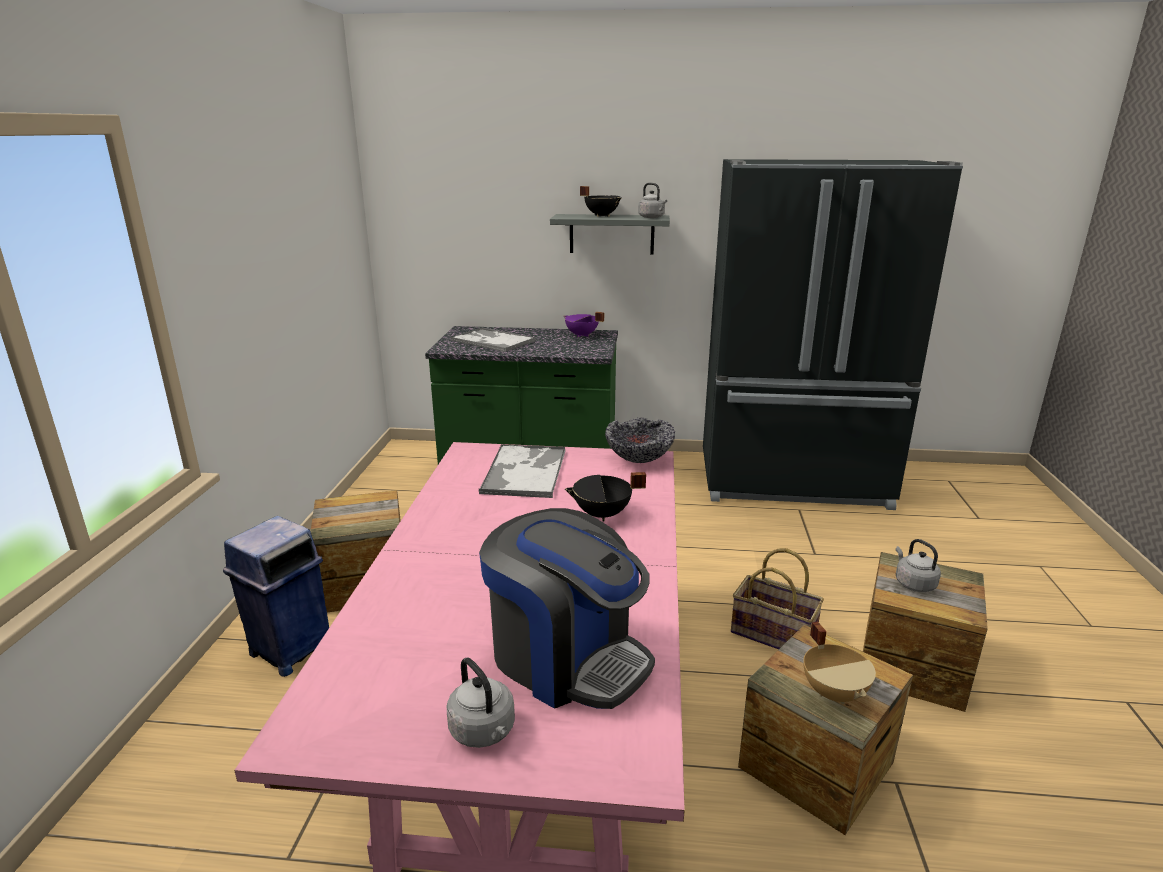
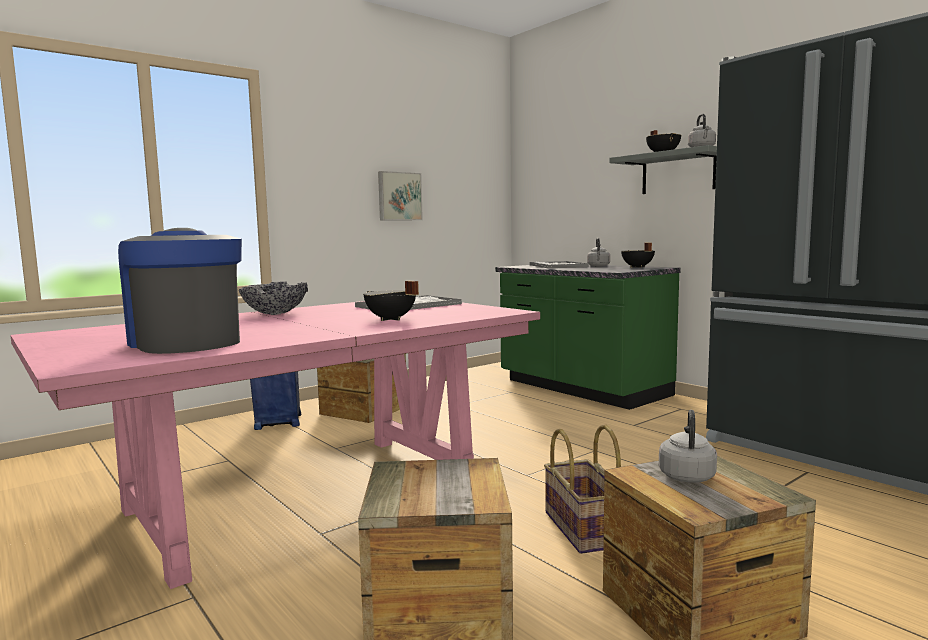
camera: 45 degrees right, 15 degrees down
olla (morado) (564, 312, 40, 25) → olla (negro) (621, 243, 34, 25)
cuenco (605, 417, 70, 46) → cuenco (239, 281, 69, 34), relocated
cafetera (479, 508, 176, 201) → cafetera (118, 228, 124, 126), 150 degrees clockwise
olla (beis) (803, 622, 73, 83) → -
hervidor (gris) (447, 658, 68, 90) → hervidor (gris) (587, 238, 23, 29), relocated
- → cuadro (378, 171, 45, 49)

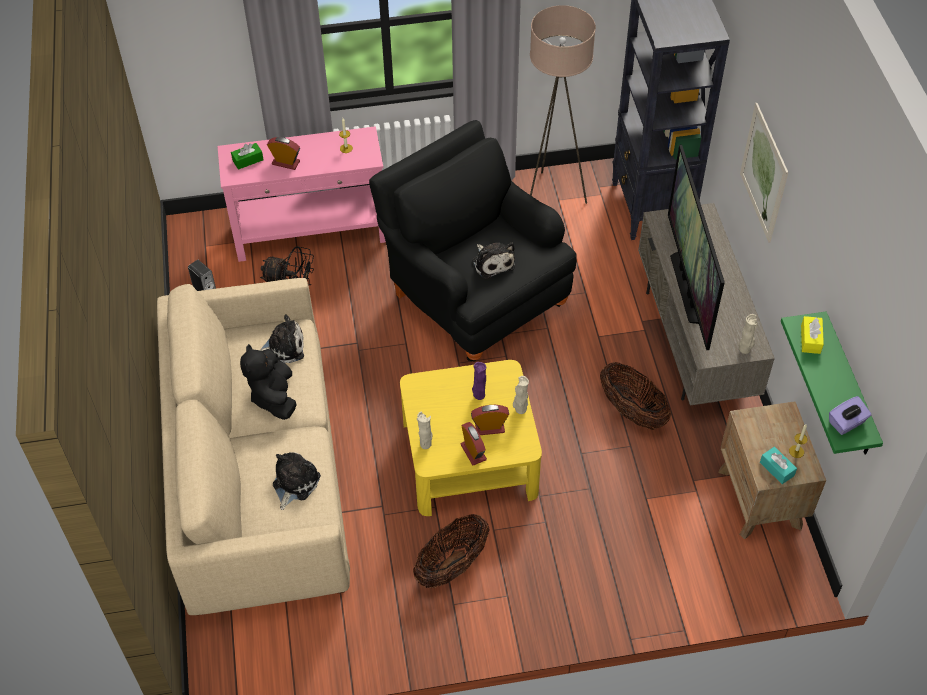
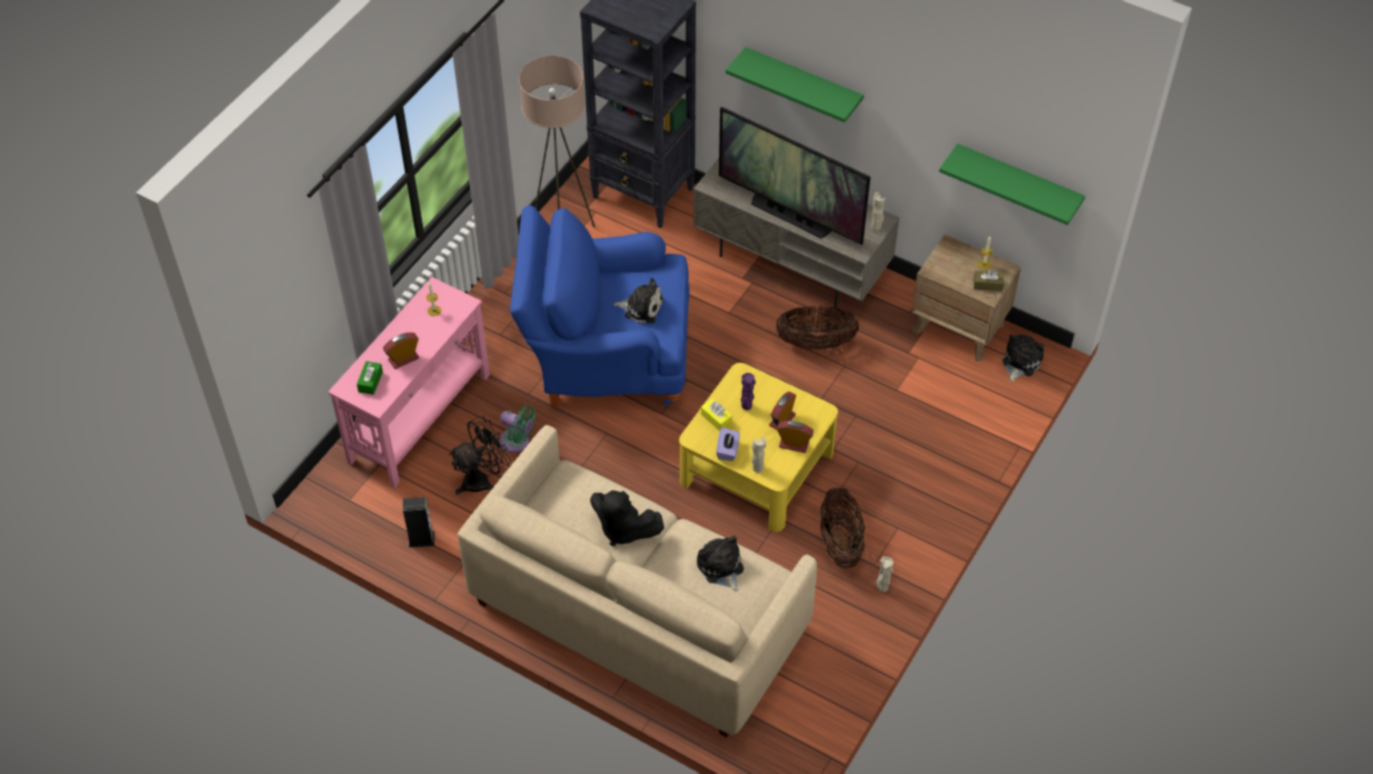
camera: 50 degrees left, 0 degrees up
cuadro (740, 103, 48, 140) → estante (verde) (726, 47, 138, 76)
sillón (negro) (369, 120, 208, 242) → sillón (azul) (510, 205, 179, 202)
peluche (260, 315, 44, 48) → peluche (1002, 335, 42, 47), relocated
caja de pañuelos (amarillo) (801, 316, 23, 38) → caja de pañuelos (amarillo) (701, 399, 31, 32), relocated
florero (beis) (513, 376, 16, 38) → florero (beis) (876, 556, 17, 36), relocated
caja de pañuelos (morado) (829, 396, 43, 39) → caja de pañuelos (morado) (716, 427, 24, 34), relocated
caja de pañuelos (turquesa) (760, 447, 37, 37) → caja de pañuelos (marrón) (974, 270, 30, 21)
- → ventilador (verde) (500, 405, 36, 48)

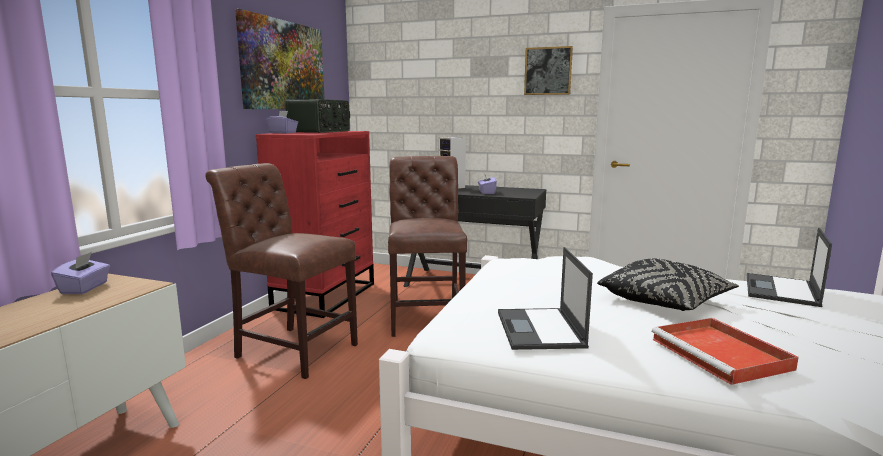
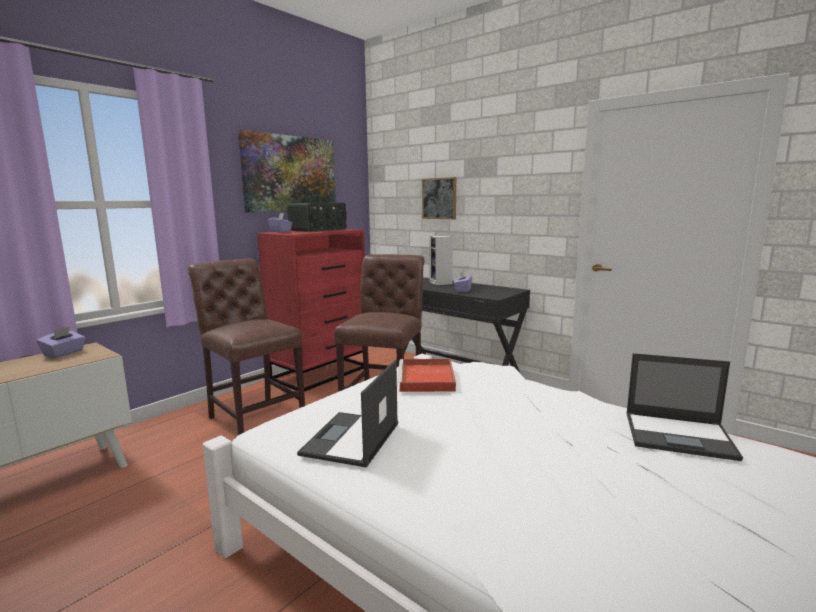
camera: 20 degrees right, 0 degrees up
cuadro (524, 46, 49, 49) → cuadro (422, 177, 34, 42), relocated
portátil (747, 228, 85, 79) → portátil (626, 353, 117, 108), 120 degrees counterclockwise
cojín (negro) (597, 259, 142, 52) → -
bandeja (rojo) (652, 318, 147, 67) → bandeja (rojo) (397, 359, 59, 33), relocated

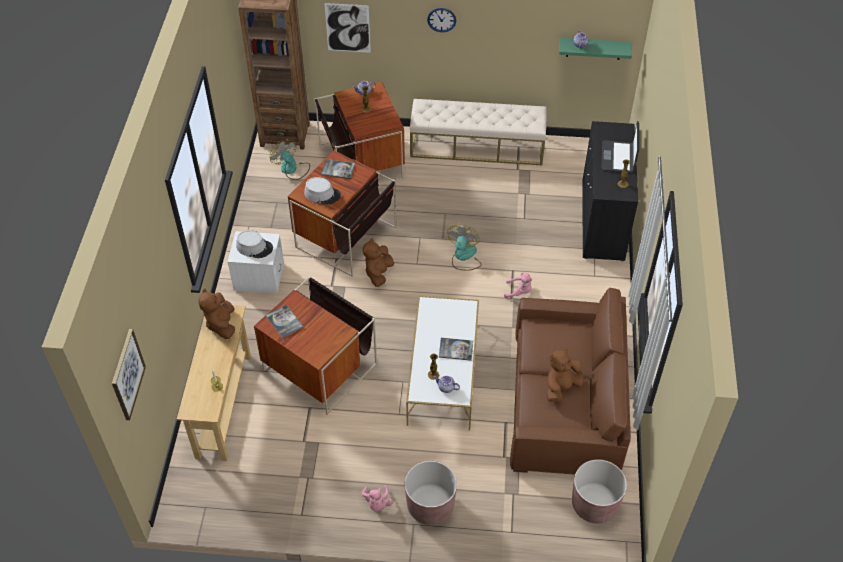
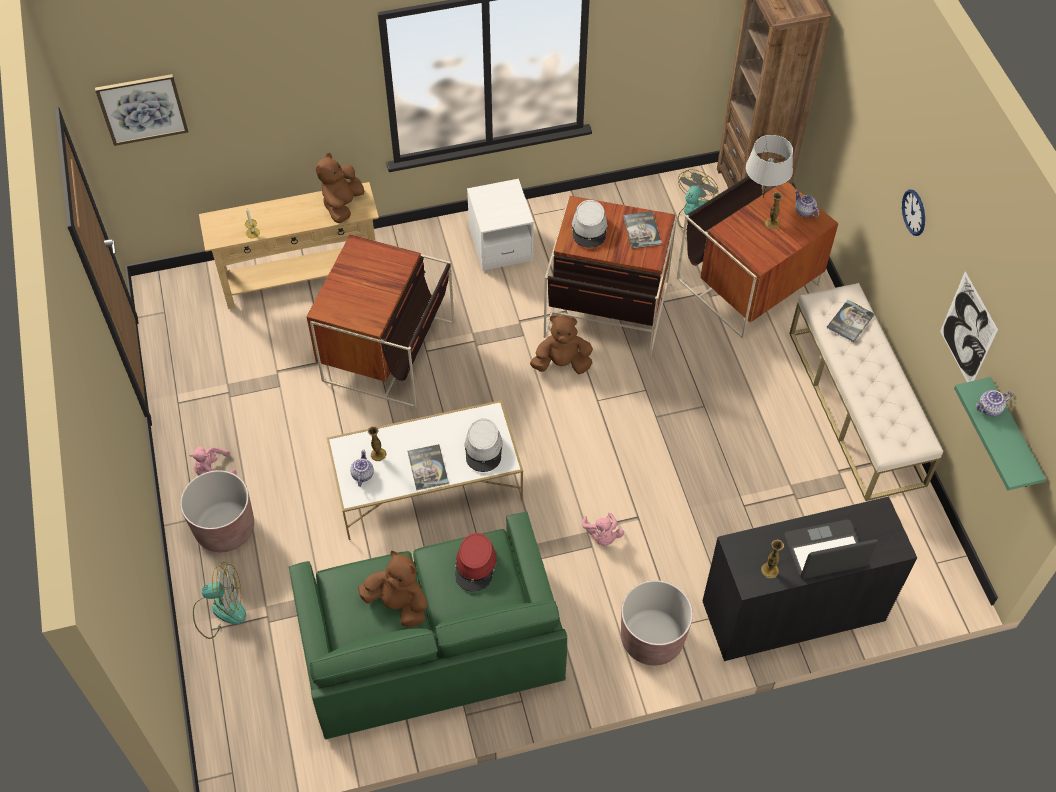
camera: 70 degrees right, 5 degrees up
cuadro (324, 3, 47, 50) → cuadro (940, 271, 58, 111), relocated
ventilador (447, 225, 35, 46) → ventilador (193, 562, 53, 77), relocated
sombrero (gris) (236, 230, 37, 28) → sombrero (gris) (464, 418, 39, 54), relocated
sofá (marrón) (510, 287, 121, 188) → sofá (verde) (289, 511, 278, 229)
peluche (marrón) (198, 289, 37, 50) → peluche (marrón) (316, 153, 48, 70), 45 degrees counterclockwise
libro (266, 305, 37, 33) → libro (827, 300, 48, 42), relocated
maceta (marrón) (572, 459, 55, 64) → maceta (marrón) (621, 580, 72, 86), relocated
- → lámpara de mesa (gris) (746, 135, 47, 63)
- → sombrero (rojo) (455, 533, 42, 59)

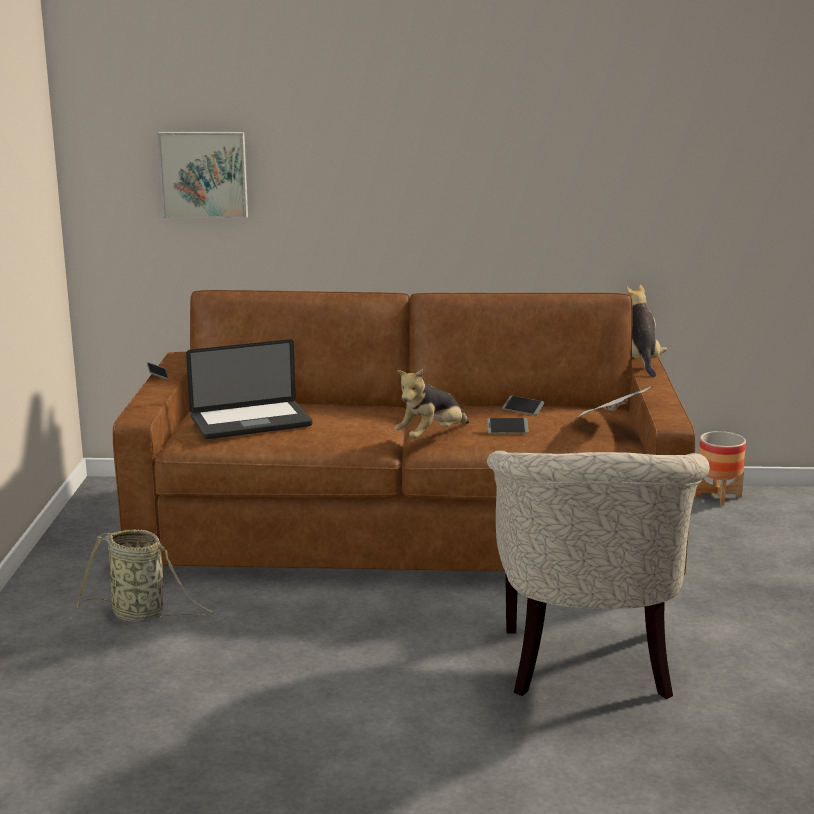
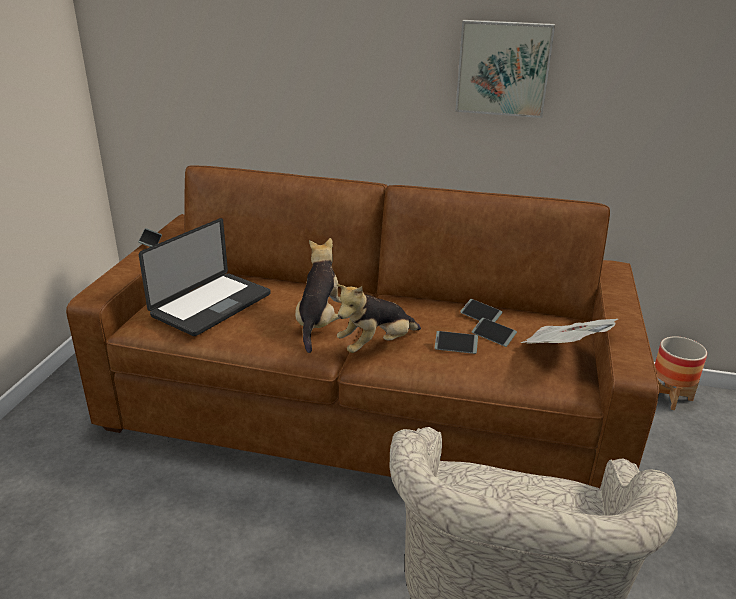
camera: 10 degrees right, 10 degrees up
cuadro (157, 132, 91, 86) → cuadro (455, 20, 100, 98), relocated
peluche (626, 285, 41, 92) → peluche (295, 238, 46, 115), relocated
portátil (186, 339, 127, 100) → portátil (139, 218, 131, 118), 45 degrees counterclockwise
cesta (76, 530, 139, 92) → -
- → móvil (472, 318, 45, 29)

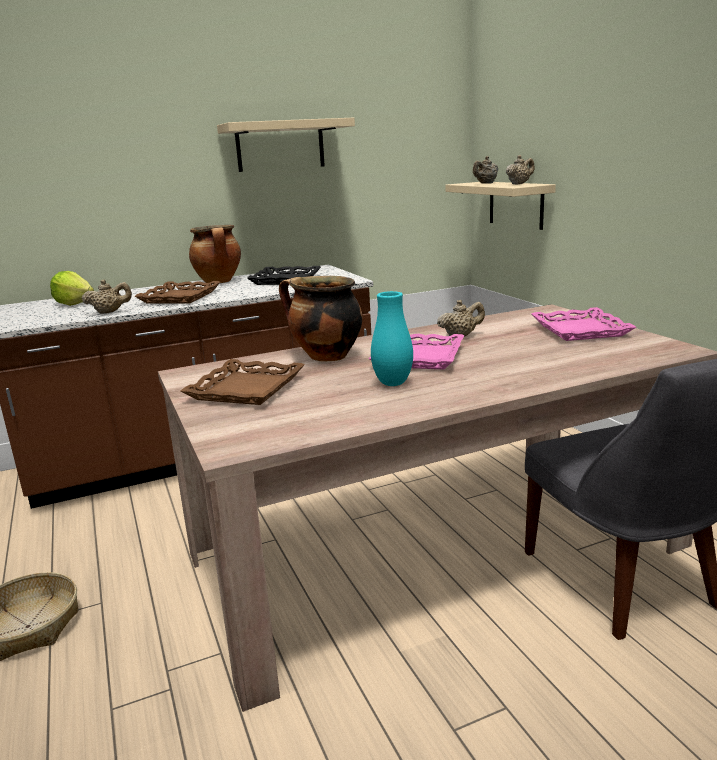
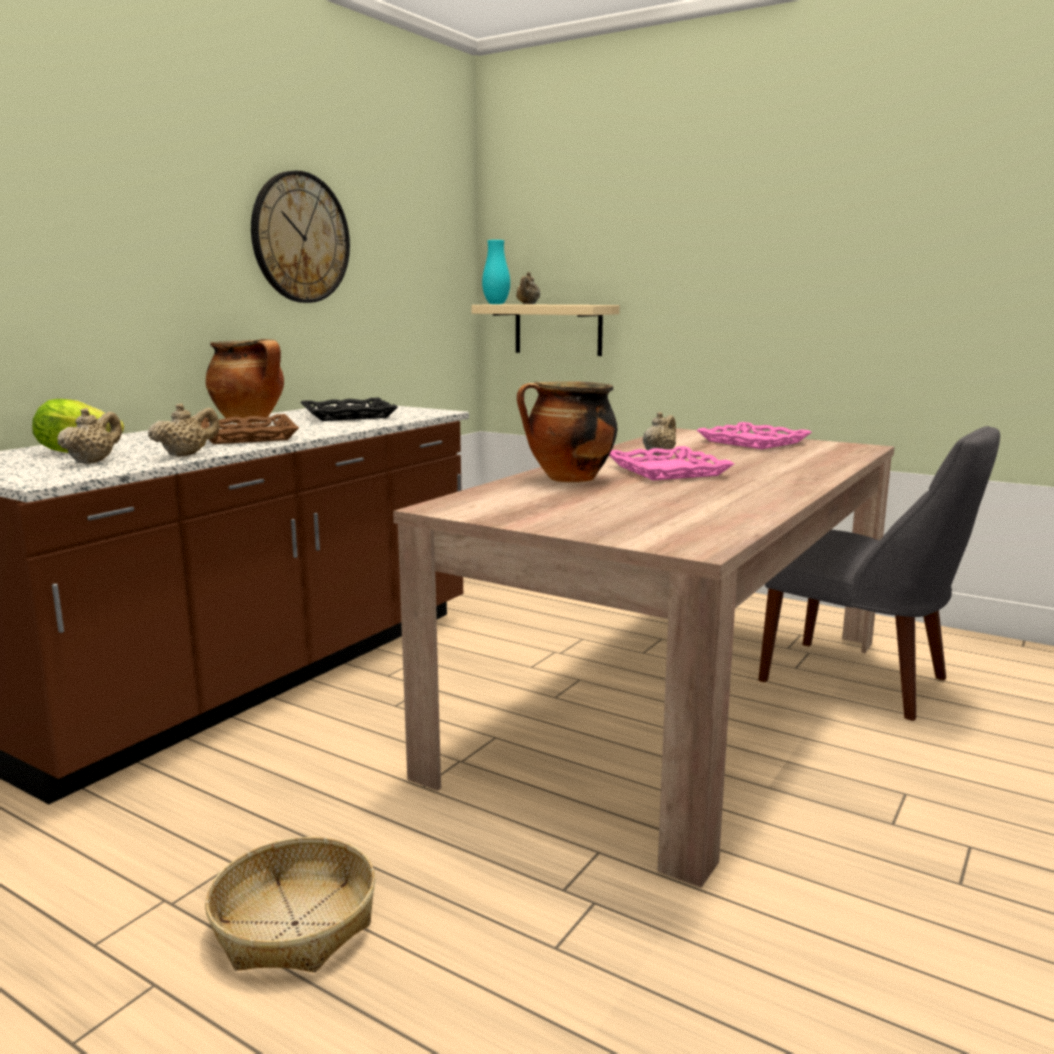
camera: 35 degrees left, 5 degrees down
estante (beis) (217, 118, 138, 54) → reloj de pared (251, 170, 99, 133)
tetera (beis) (506, 155, 29, 29) → tetera (beis) (58, 408, 64, 56), relocated
florero (turquesa) (371, 291, 42, 95) → florero (turquesa) (482, 240, 28, 64), relocated
bandeja (marrón) (181, 359, 124, 46) → -

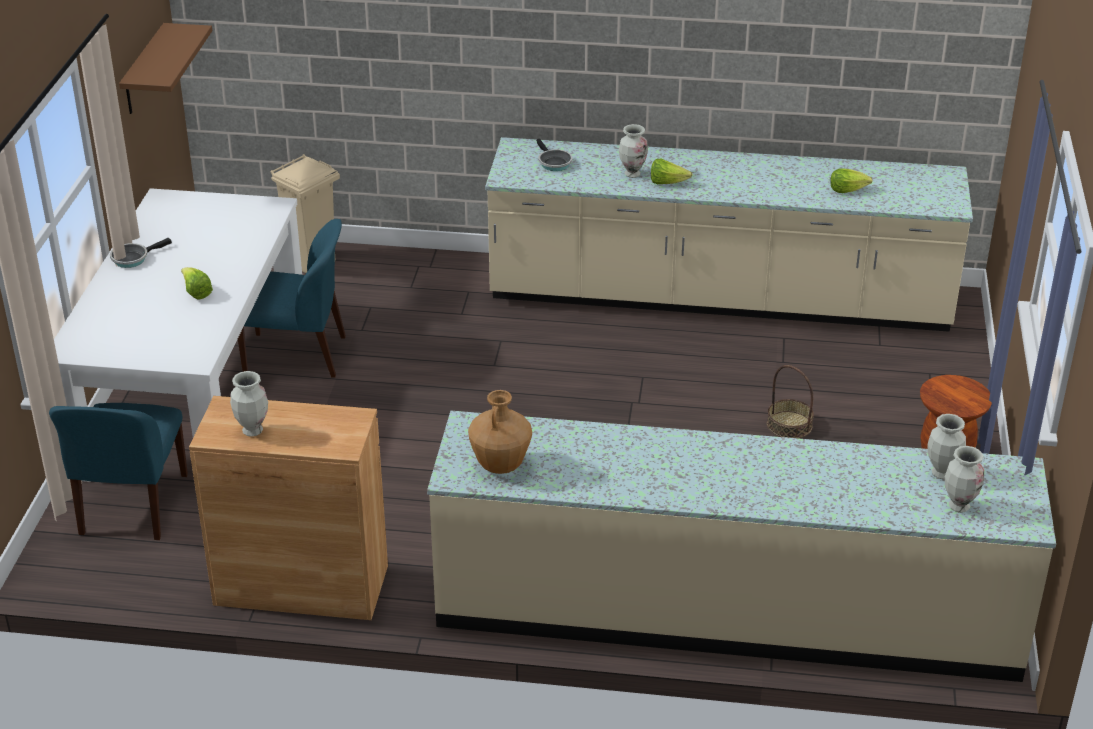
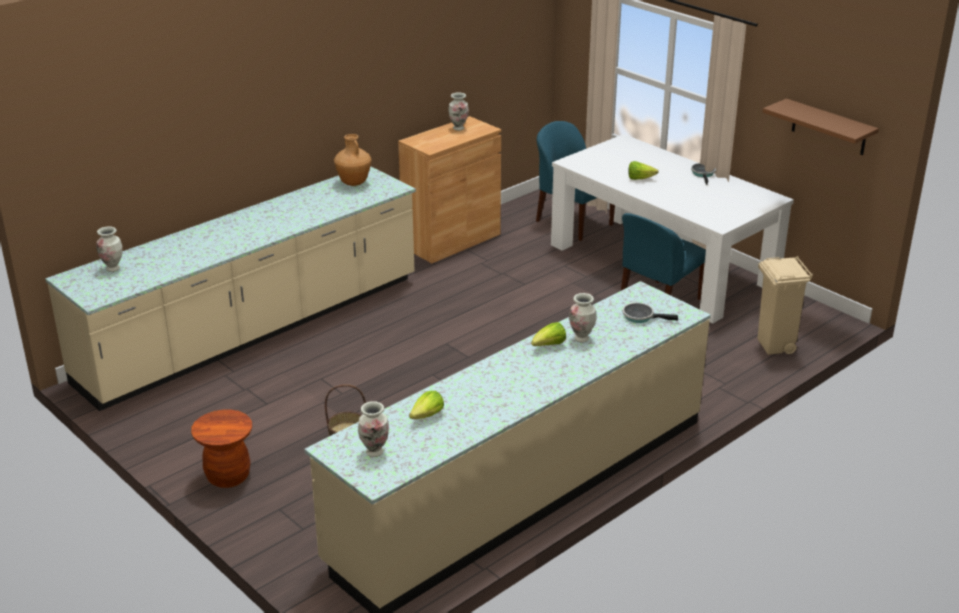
camera: 130 degrees right, 5 degrees down
florero (927, 414, 39, 65) → florero (358, 401, 31, 56), relocated

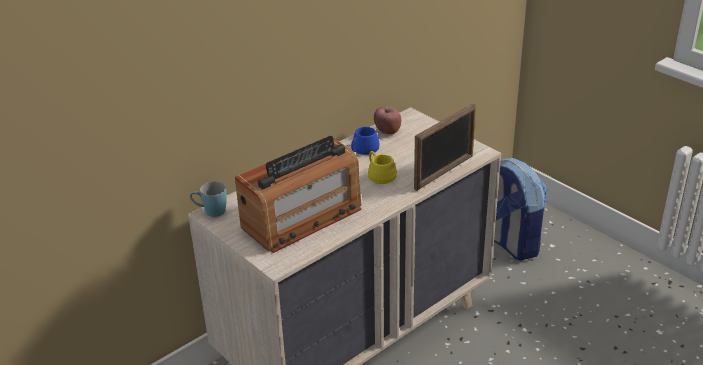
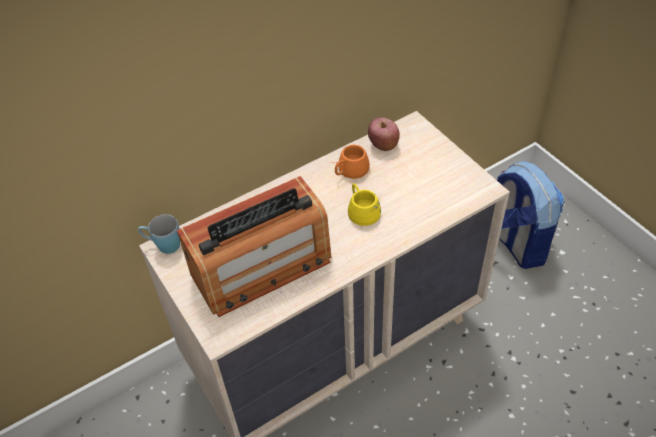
camera: 10 degrees right, 15 degrees up
portarretratos (414, 103, 62, 88) → -
taza grande (azul) (345, 127, 34, 28) → taza grande (naranja) (331, 145, 39, 34)

